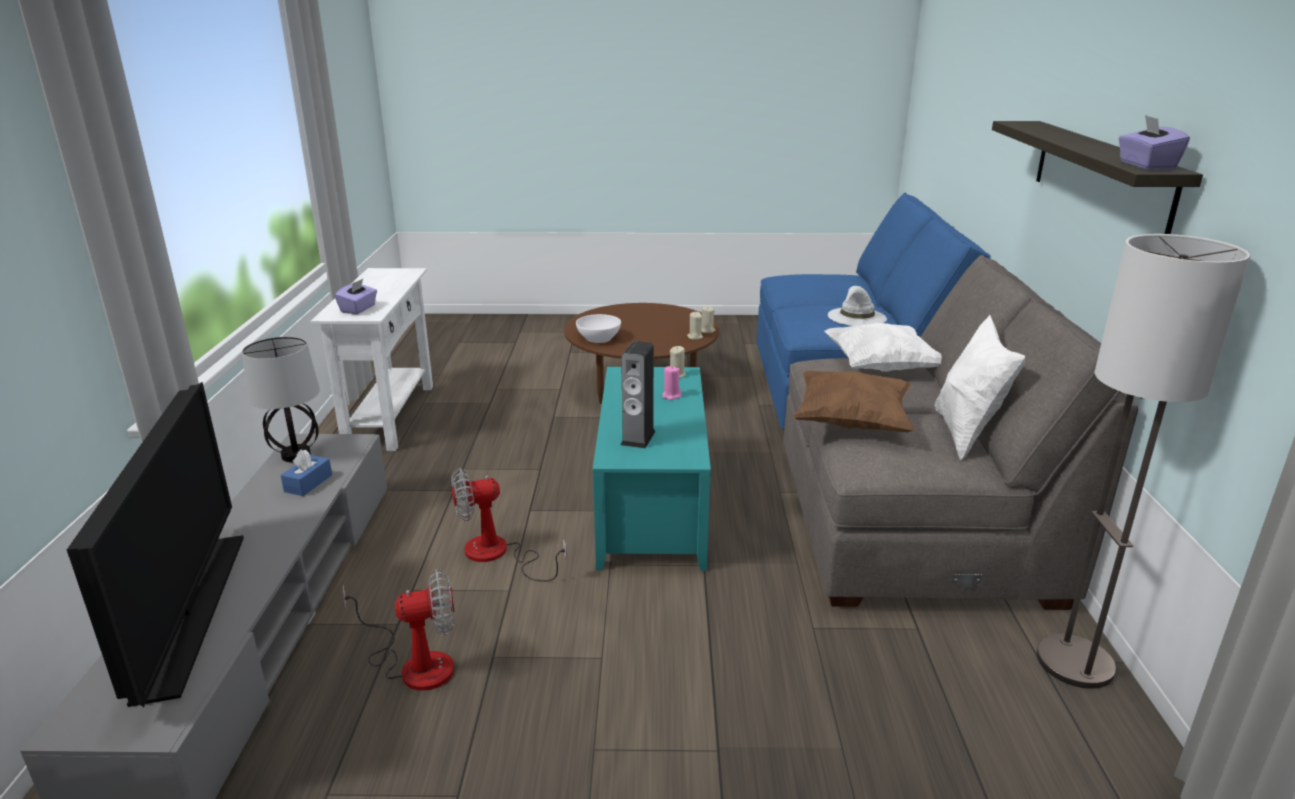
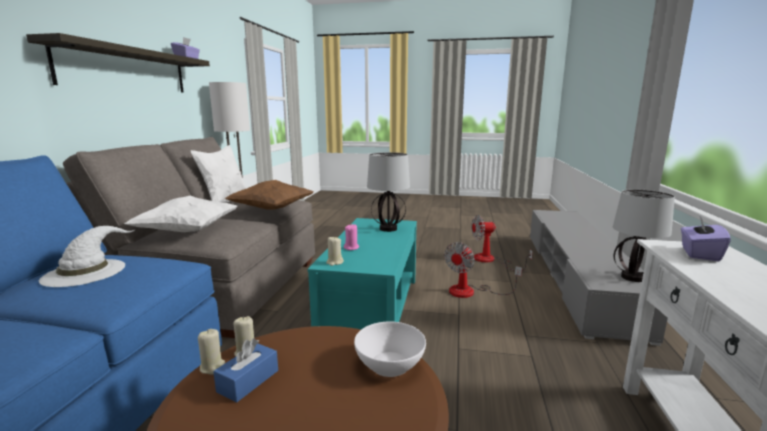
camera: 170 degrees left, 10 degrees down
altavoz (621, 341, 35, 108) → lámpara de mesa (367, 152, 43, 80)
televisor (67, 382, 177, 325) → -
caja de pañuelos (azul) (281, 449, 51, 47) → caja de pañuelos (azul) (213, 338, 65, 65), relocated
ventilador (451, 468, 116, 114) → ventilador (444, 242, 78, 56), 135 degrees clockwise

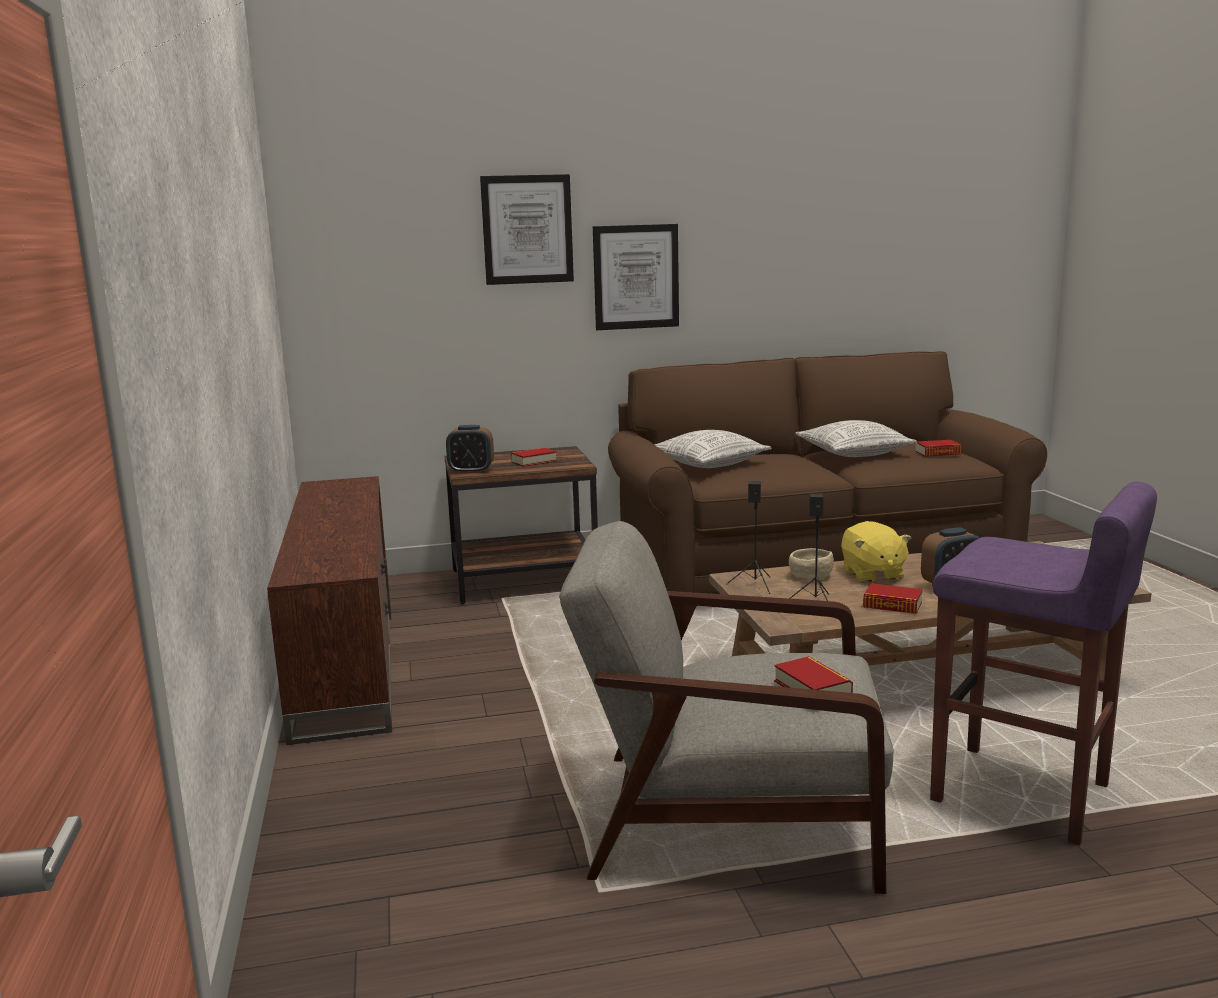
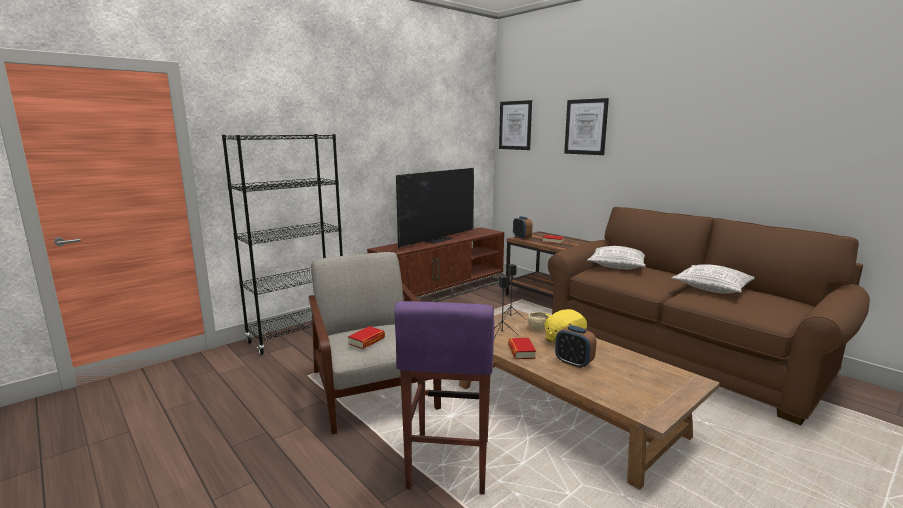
camera: 60 degrees right, 0 degrees up
cuadro (593, 224, 86, 106) → cuadro (499, 100, 33, 50), relocated
libro (915, 440, 47, 17) → -
- → estantería (negro) (222, 134, 121, 221)
- → televisor (396, 168, 78, 80)

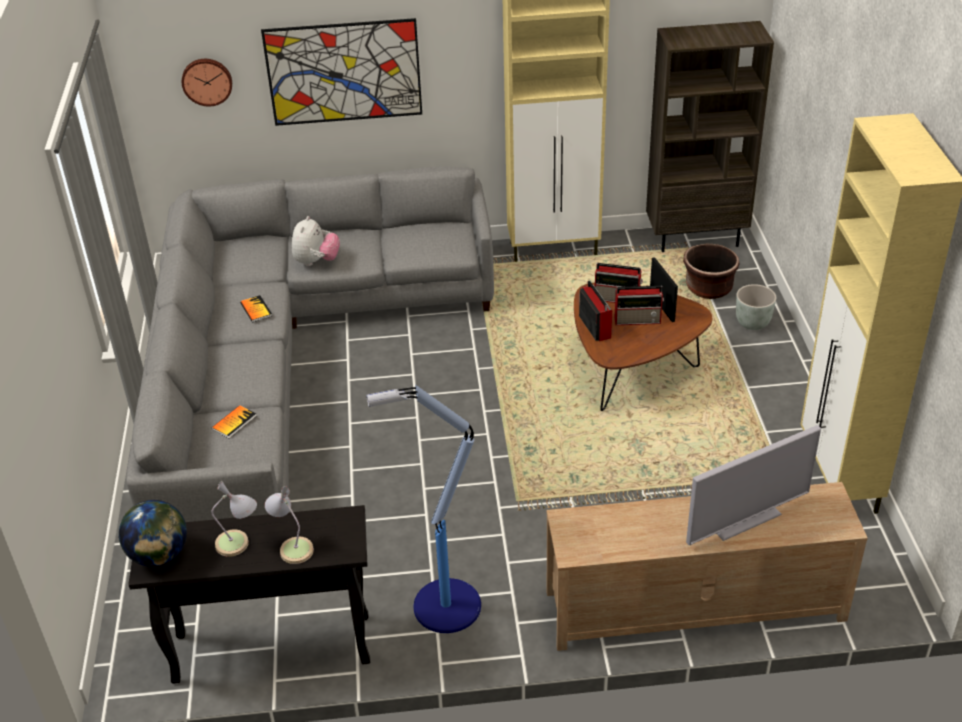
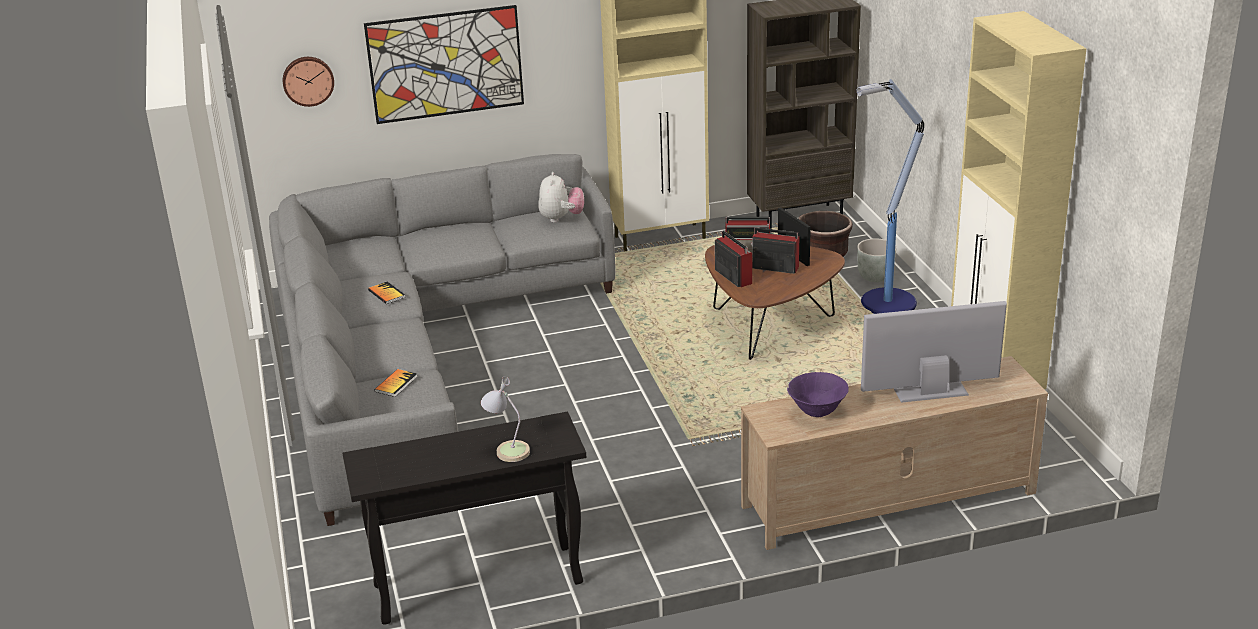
camera: 10 degrees left, 10 degrees down
peluche (292, 216, 48, 50) → peluche (538, 172, 46, 51), relocated
radio (614, 286, 50, 39) → radio (751, 227, 48, 47), 150 degrees counterclockwise
lámpara de pie (367, 385, 114, 248) → lámpara de pie (857, 79, 67, 235), relocated
televisor (686, 425, 135, 120) → televisor (861, 301, 146, 102), 150 degrees counterclockwise
lámpara de mesa (211, 481, 46, 76) → -
globo terráqueo (119, 500, 68, 67) → -
- → cuenco (morado) (787, 372, 62, 45)

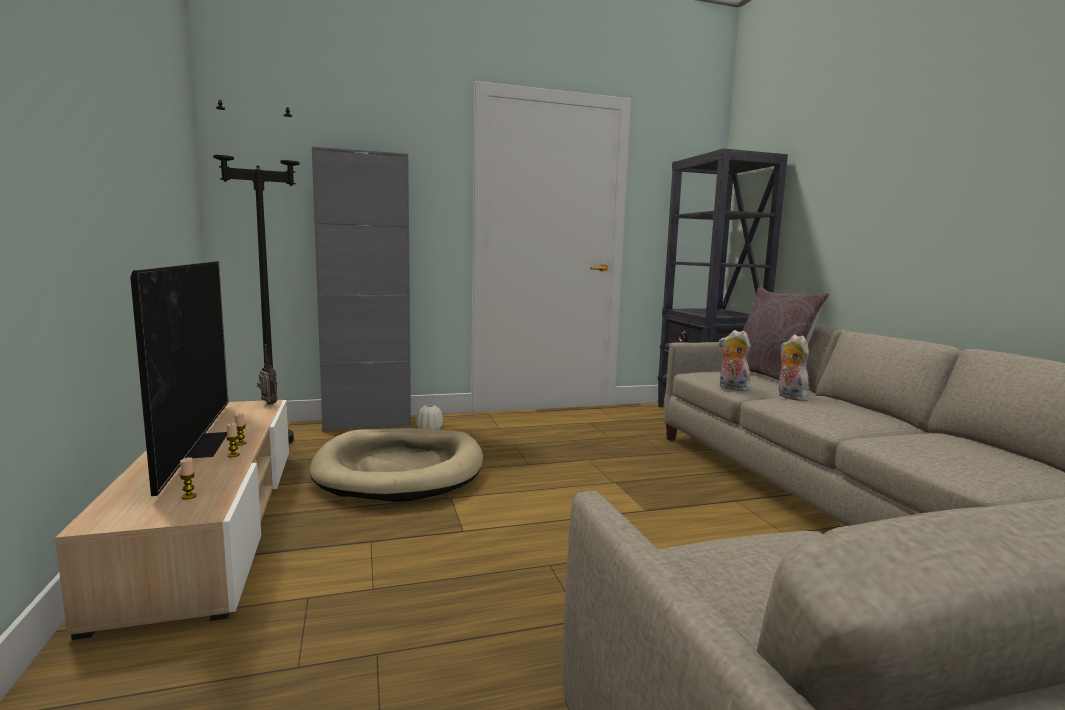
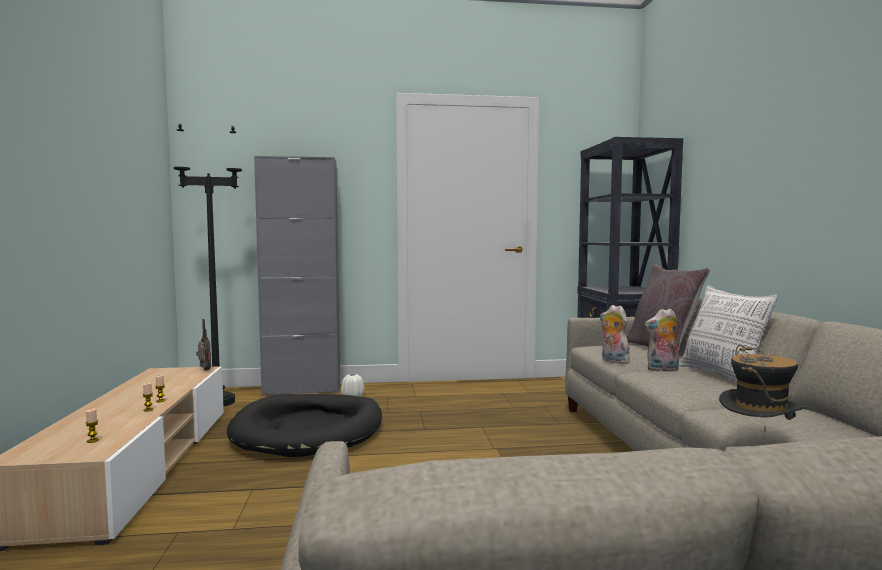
camera: 10 degrees right, 5 degrees down
televisor (130, 261, 98, 235) → -
peluche (779, 335, 30, 66) → peluche (645, 309, 34, 63), 90 degrees counterclockwise
cama para perro (beis) (309, 428, 174, 74) → cama para perro (negro) (227, 394, 155, 63)
- → cojín (679, 285, 99, 97)
- → sombrero (719, 345, 88, 87)

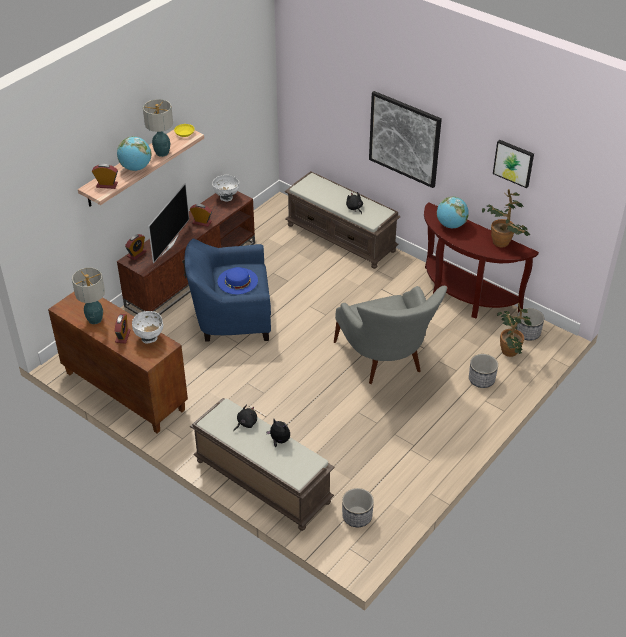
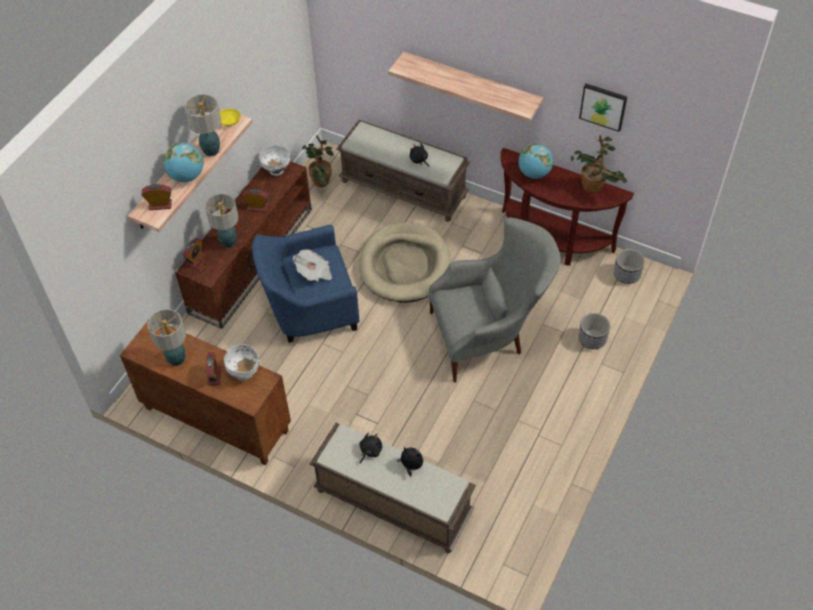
camera: 10 degrees left, 10 degrees up
cuadro (369, 91, 73, 97) → estante (388, 52, 155, 70)
televisor (148, 183, 41, 80) → lámpara de mesa (205, 194, 34, 54)
sombrero (azul) (218, 267, 40, 27) → periódico (293, 249, 39, 32)
sillón (gris) (334, 286, 113, 98) → sillón (gris) (428, 217, 133, 166), 75 degrees counterclockwise
planta en maceta (497, 303, 35, 54) → planta en maceta (302, 135, 32, 52), relocated
maceta (342, 488, 32, 39) → -
- → cama para perro (beis) (359, 222, 92, 81)

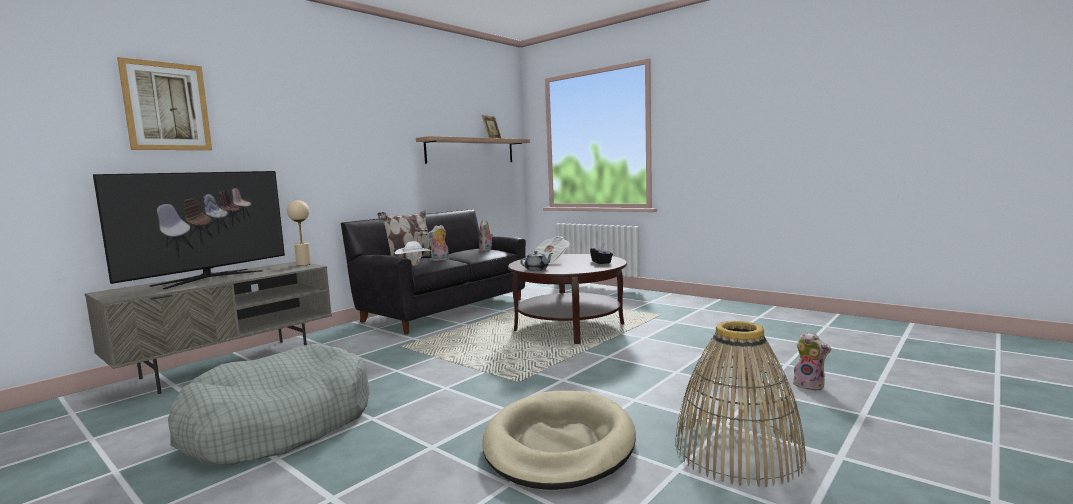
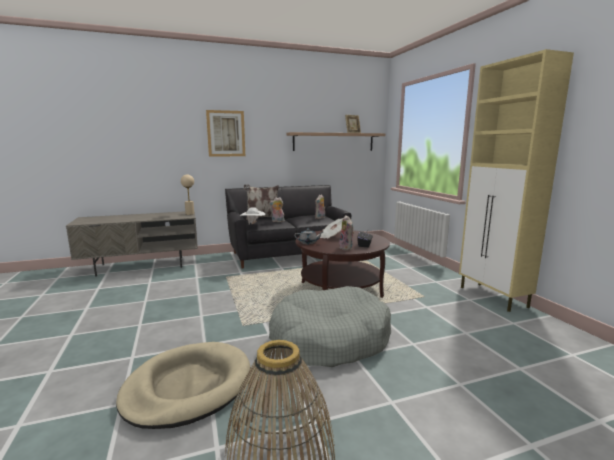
camera: 30 degrees right, 5 degrees up
cuadro (117, 57, 95, 93) → cuadro (206, 110, 39, 47), relocated
televisor (93, 171, 192, 118) → -
peluche (793, 332, 38, 59) → peluche (339, 215, 15, 35), relocated
cama para perro (gris) (168, 344, 202, 121) → cama para perro (gris) (269, 286, 122, 81), relocated
- → armario (beis) (459, 49, 115, 263)

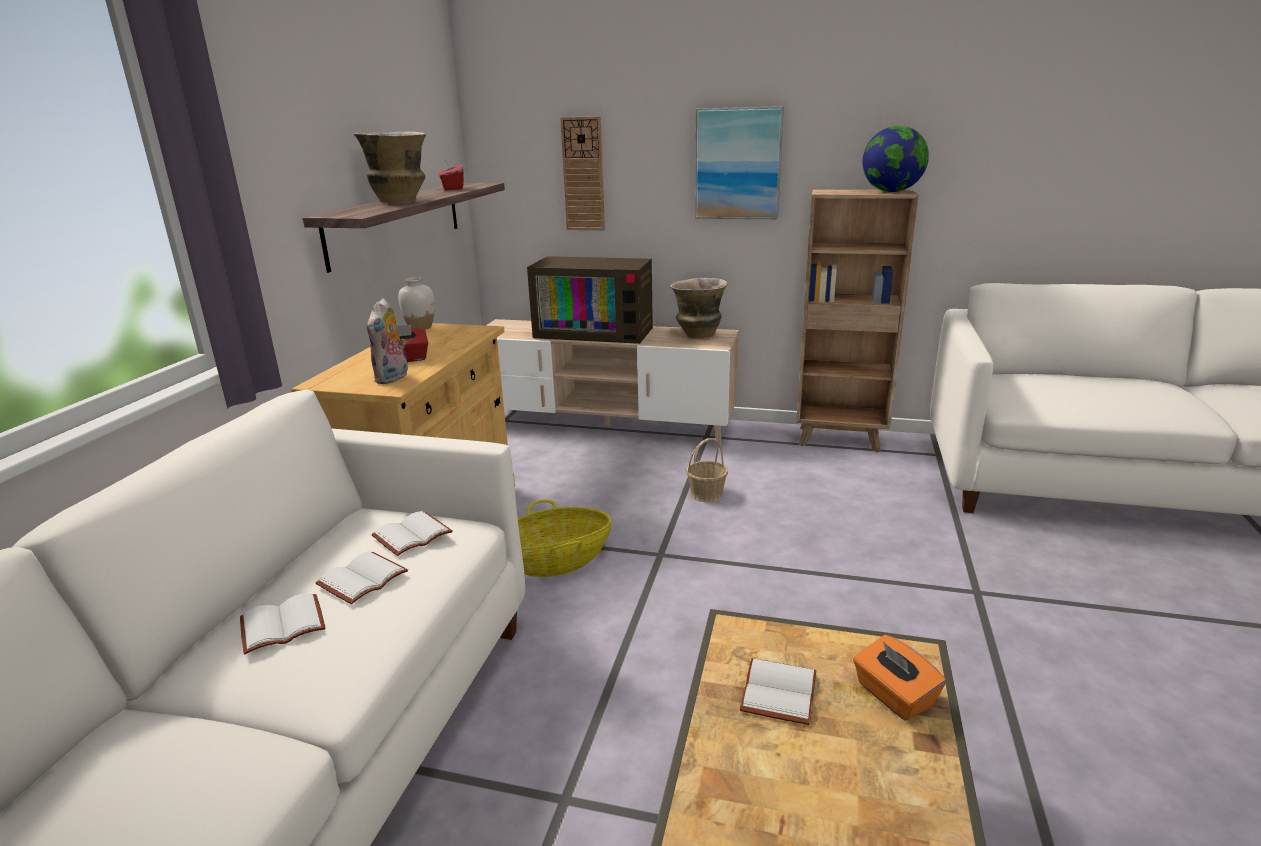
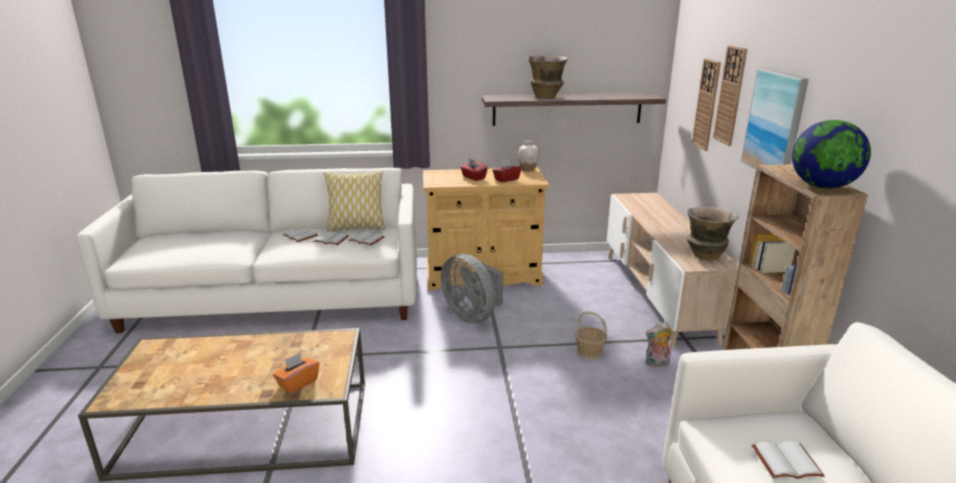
camera: 70 degrees right, 0 degrees up
caja de pañuelos (rojo) (439, 159, 25, 31) → caja de pañuelos (rojo) (492, 159, 30, 23), relocated
televisor (527, 256, 126, 88) → -
peluche (367, 298, 42, 86) → peluche (646, 322, 26, 45), relocated
cesta (518, 499, 93, 78) → ventilador (gris) (441, 254, 62, 70)
libro (blanco) (740, 658, 76, 67) → libro (blanco) (752, 441, 73, 38), relocated
- → reloj de pared (713, 45, 34, 101)
- → cojín (323, 170, 62, 61)

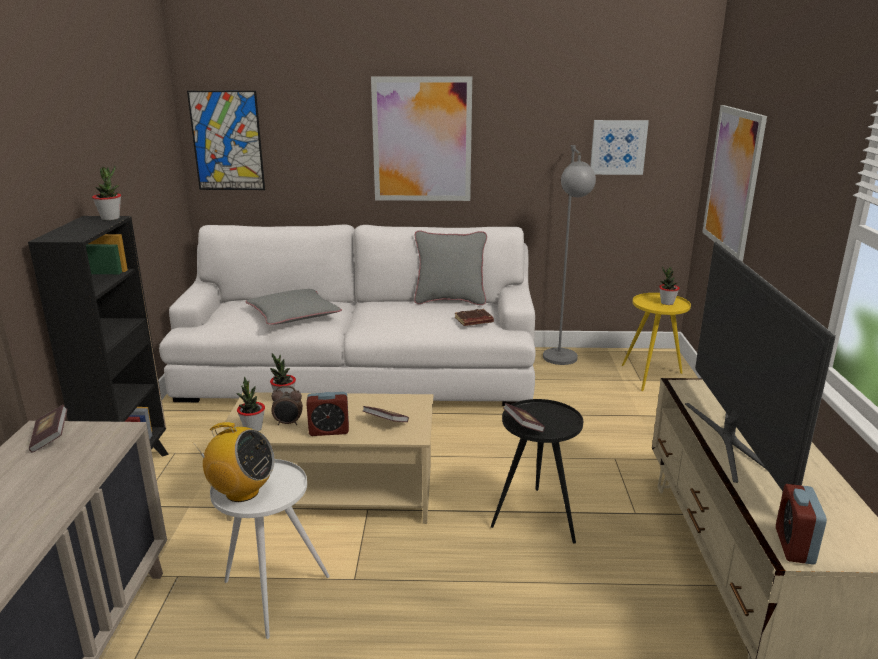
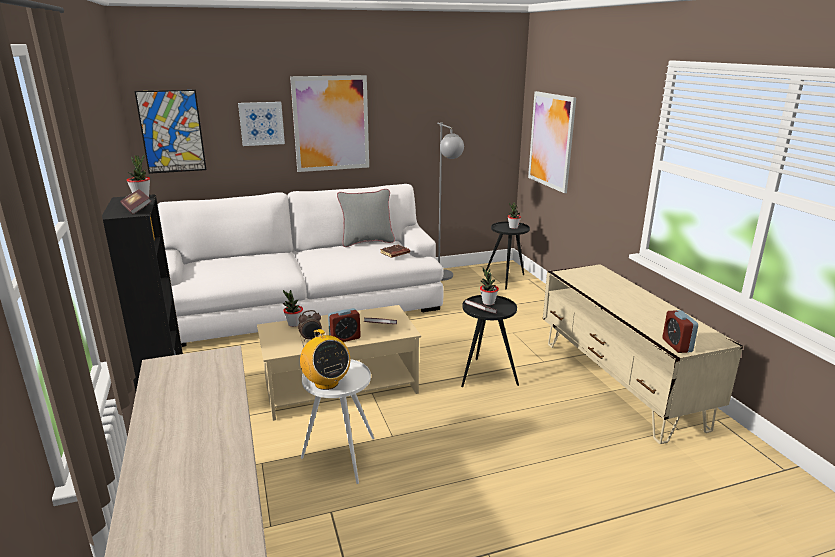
camera: 20 degrees left, 0 degrees up
cuadro (590, 120, 59, 55) → cuadro (238, 102, 47, 44), relocated
televisor (685, 242, 151, 249) → -
cojín (gris) (245, 289, 97, 36) → -
mesa auxiliar (amarillo) (622, 293, 69, 98) → mesa auxiliar (negro) (484, 221, 46, 68)
planta en maceta (236, 377, 29, 54) → planta en maceta (480, 268, 19, 37), relocated
libro (29, 404, 38, 49) → libro (120, 189, 32, 25), relocated
radio (192, 422, 83, 80) → radio (300, 329, 50, 61), 60 degrees clockwise

